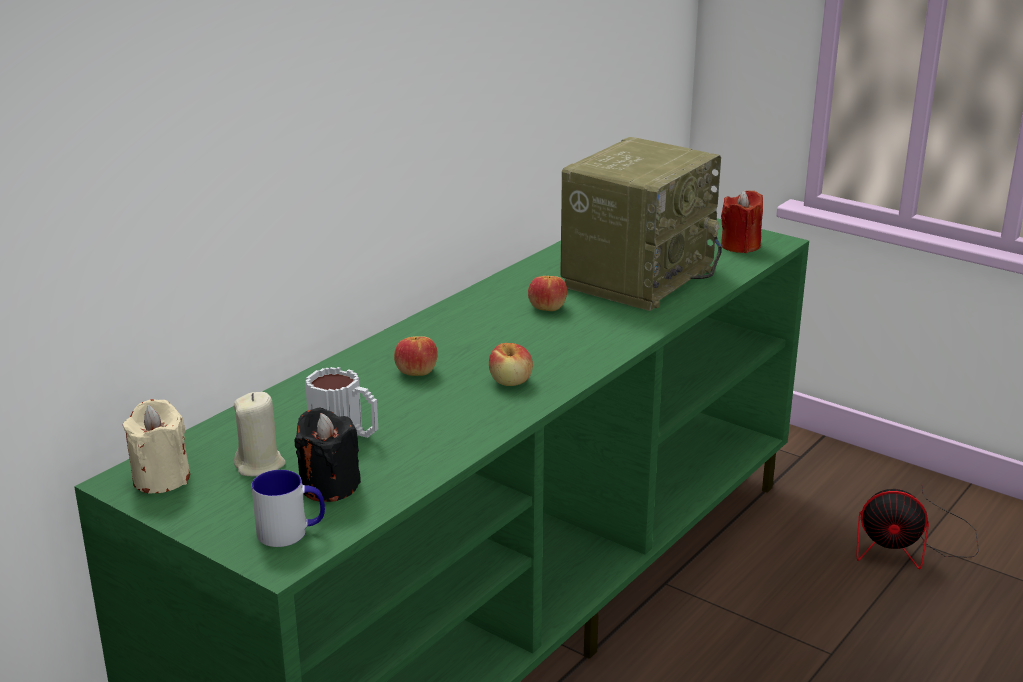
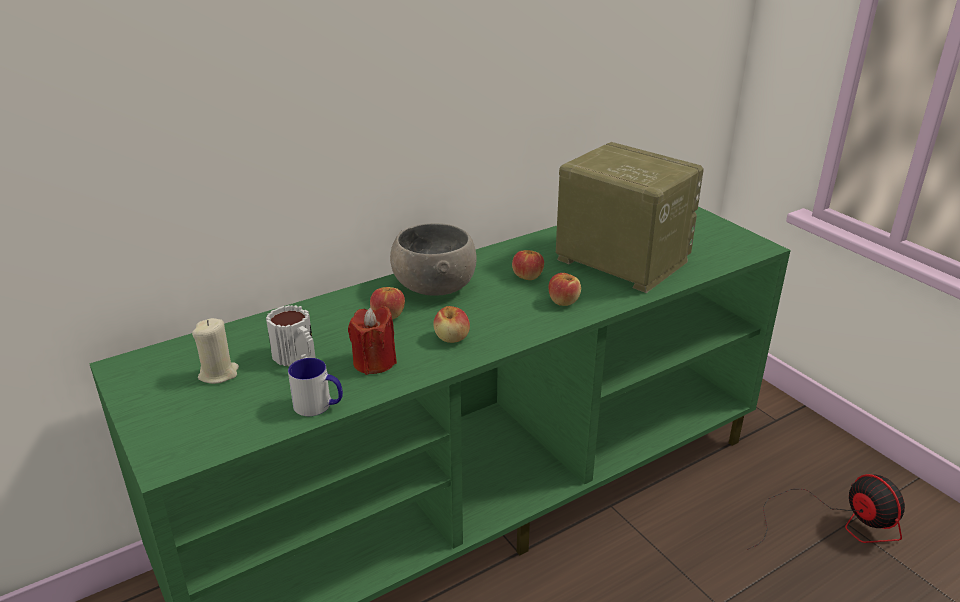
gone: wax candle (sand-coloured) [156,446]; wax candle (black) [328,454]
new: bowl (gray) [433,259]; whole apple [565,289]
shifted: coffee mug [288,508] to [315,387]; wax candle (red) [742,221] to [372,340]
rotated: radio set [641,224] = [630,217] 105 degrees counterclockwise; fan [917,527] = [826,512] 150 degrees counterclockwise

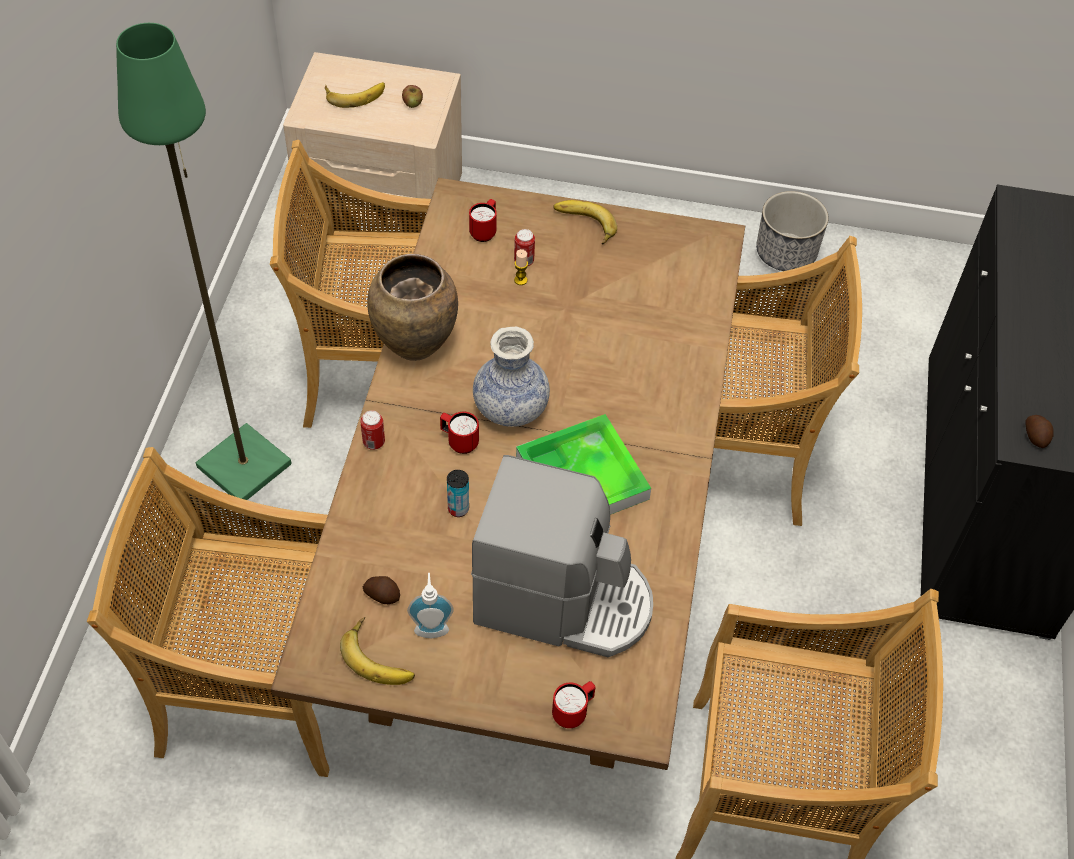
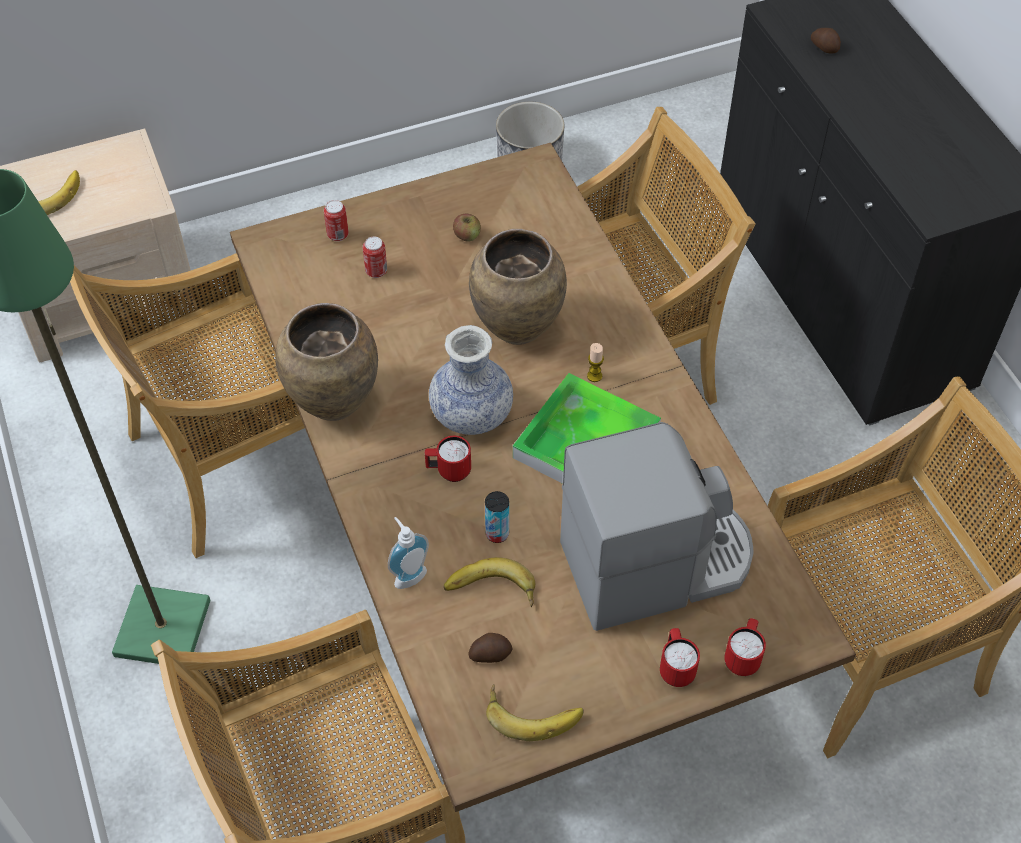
new: decorative vase (brown-coloured) [518,287]
shifted: metal can [372,430] to [336,220]; whole apple [412,96] to [467,227]; soap bottle [430,605] to [408,553]; coffee mug (red) [483,220] to [680,657]; wax candle [521,267] to [595,362]; banana [585,222] to [489,582]; whole potato [1039,431] to [826,40]

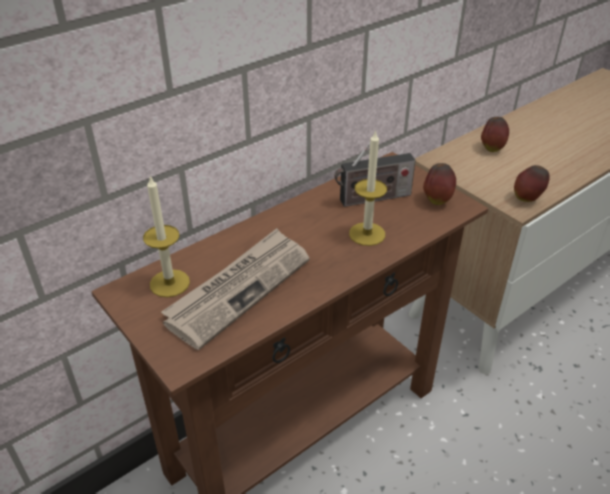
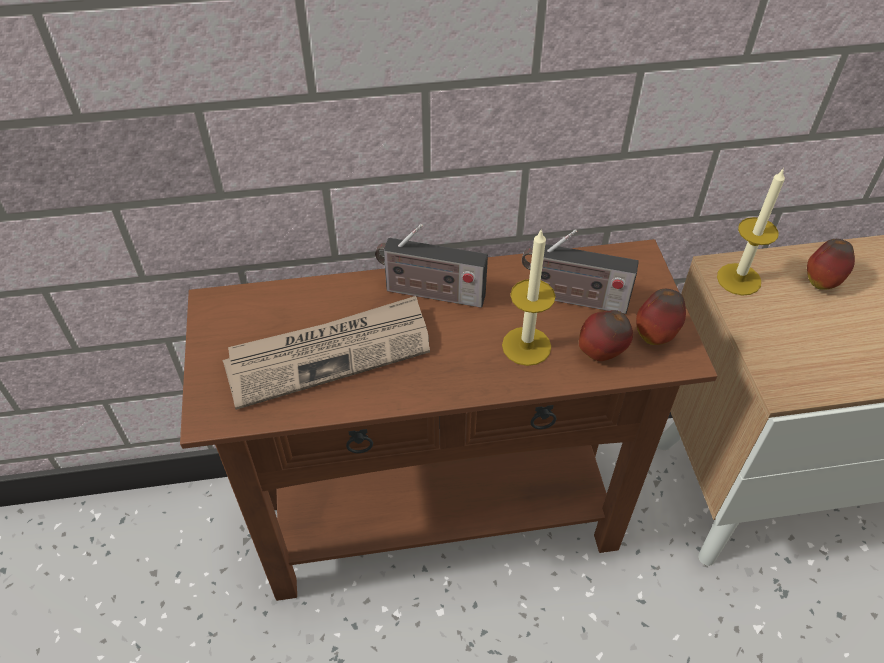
new: radio set [431,266]
shifted: wax candle [166,236] to [751,231]; whole apple [532,183] to [606,335]

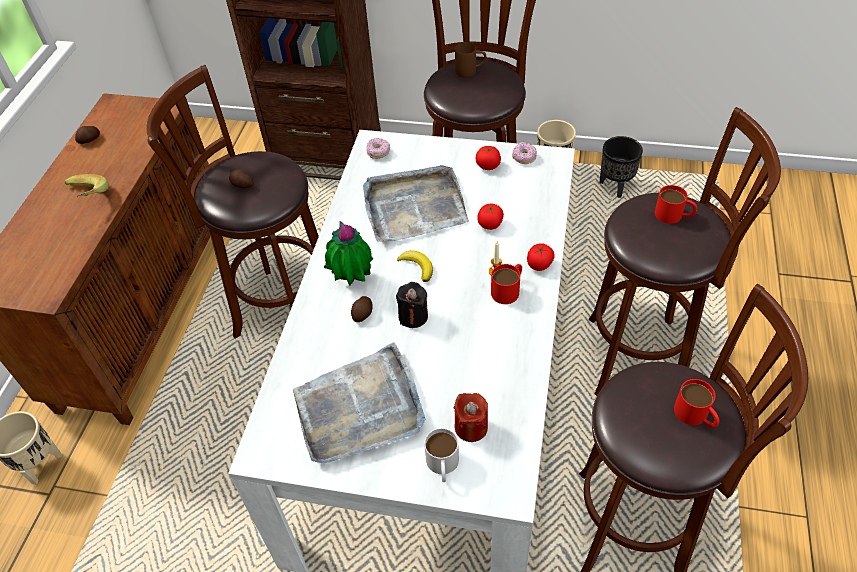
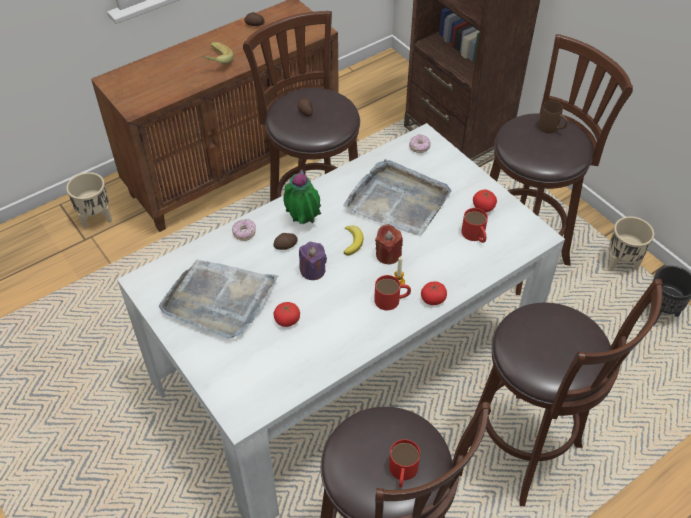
gone: coffee mug (white-coloured) [441,455]
shifted: wax candle (red) [471,417] to [389,244]; whole tomato [490,216] to [286,314]; donut [524,153] to [244,230]; coffee mug (red) [676,204] to [474,225]
repainted: wax candle (black) [412,305] to wax candle (purple) [313,261]

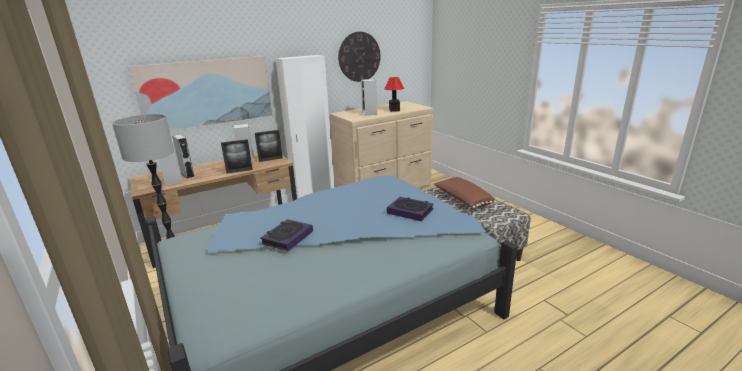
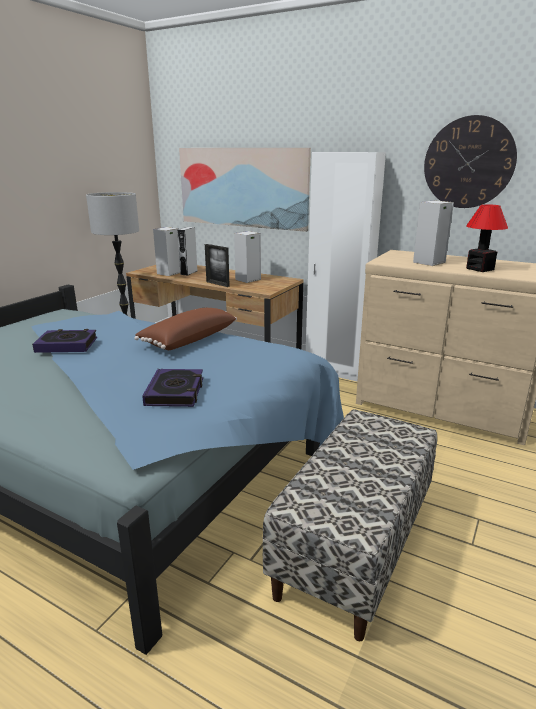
gone: picture frame [269,146]
shifted: pillow (brown-coloured) [465,192] to [185,329]

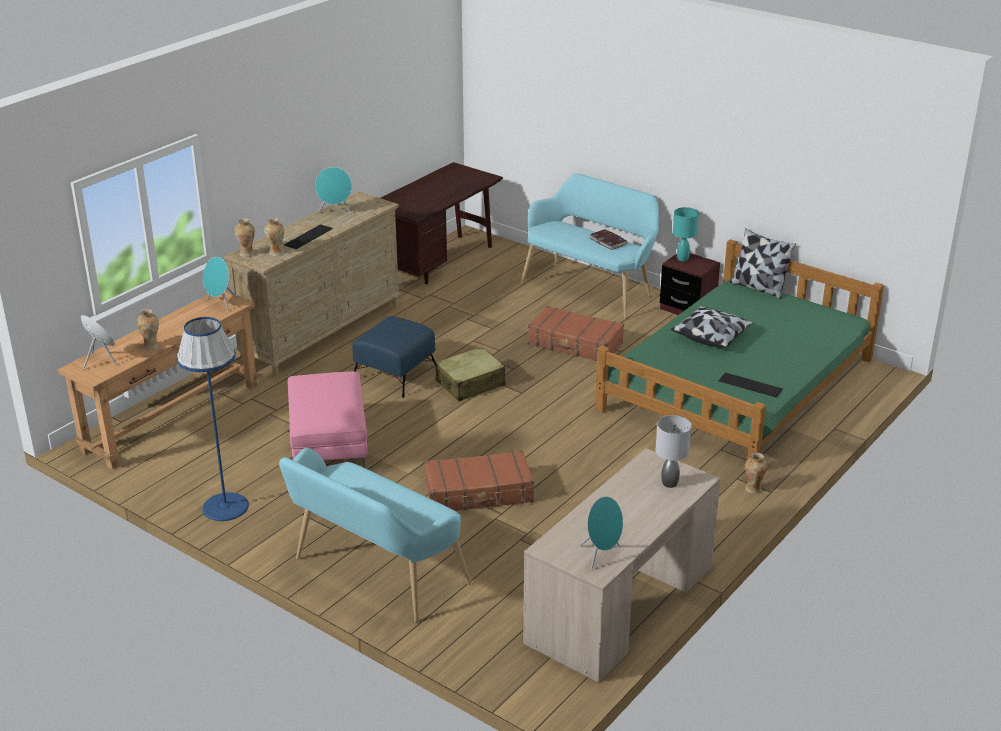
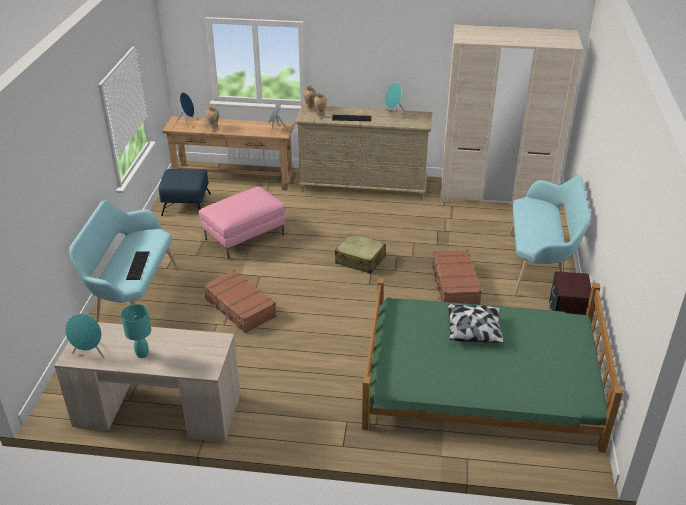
gone: standing lamp (bluish) [213,419]; volume [608,239]; lamp for a table (gray) [673,451]; pillow [763,263]; decorative vase [756,473]
shifted: ottoman (bluish) [394,357] to [185,192]; lamp for a table (turquoise-coloured) [686,234] to [136,331]; computer keyboard [751,385] to [137,265]
swapped: desk unit (brown-coloured) [442,223] to wardrobe (sand-coloured) [511,114]

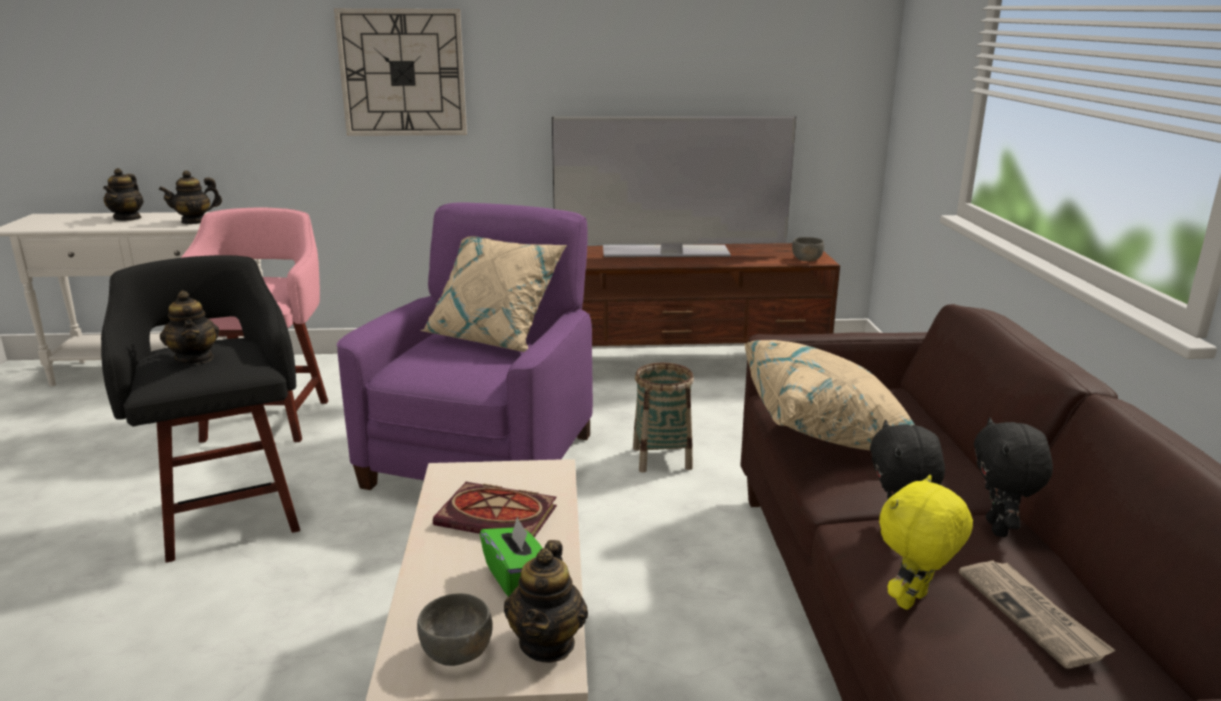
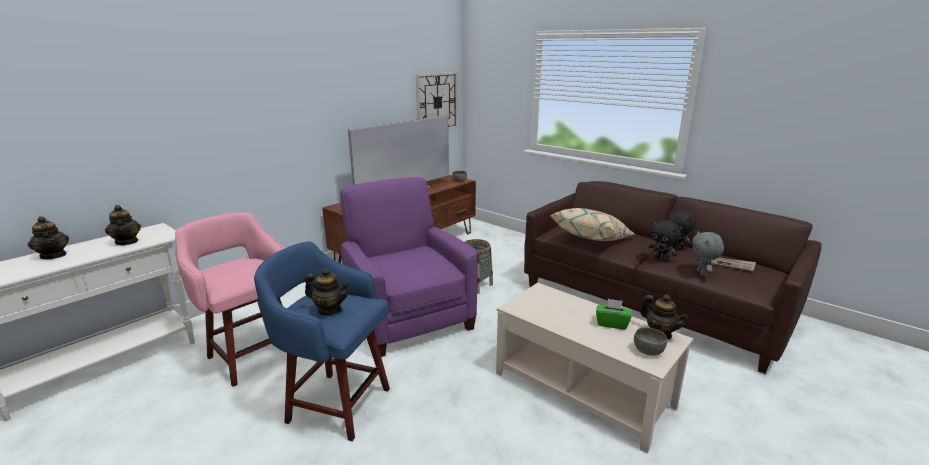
gone: pillow (sand-coloured) [494,294]; volume [495,510]
shifted: wall clock [400,72] to [437,100]
repainted: stool seat (black) [200,409] to stool seat (bluish) [322,341]; soft toy (yellow-coloured) [926,542] to soft toy (gray) [708,254]
rotated: teapot [190,197] = [123,225] 45 degrees counterclockwise

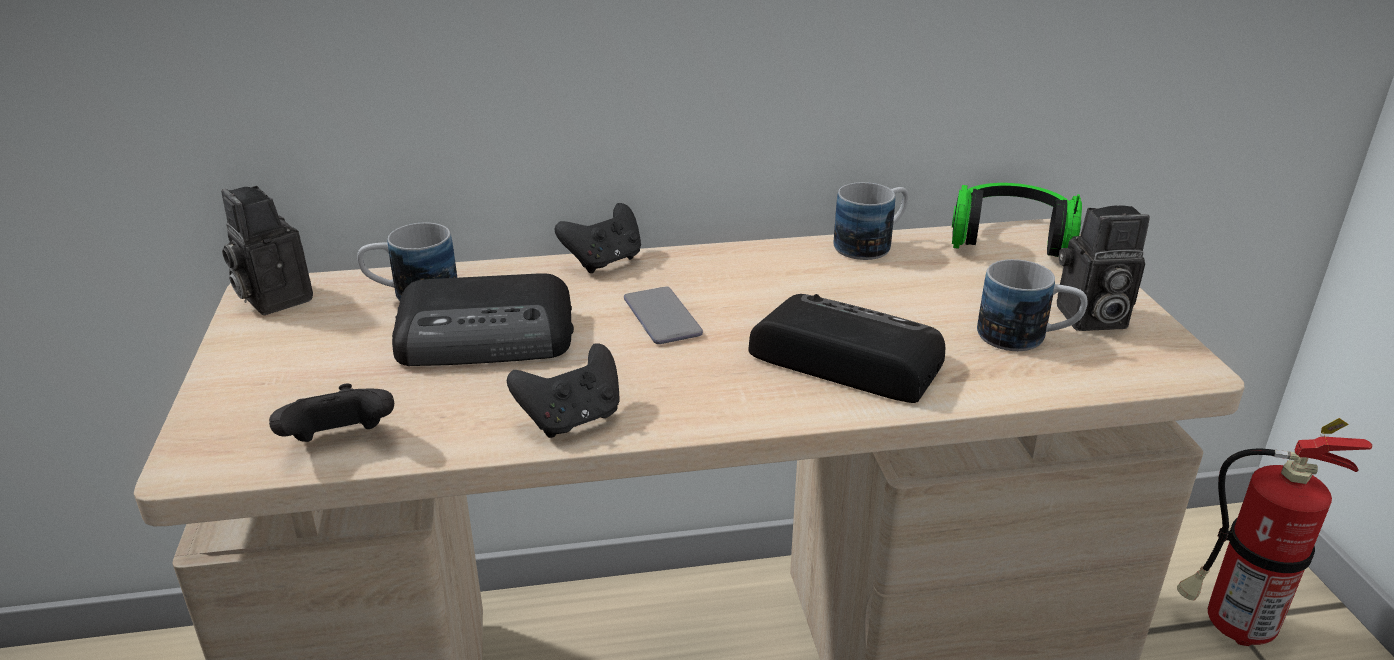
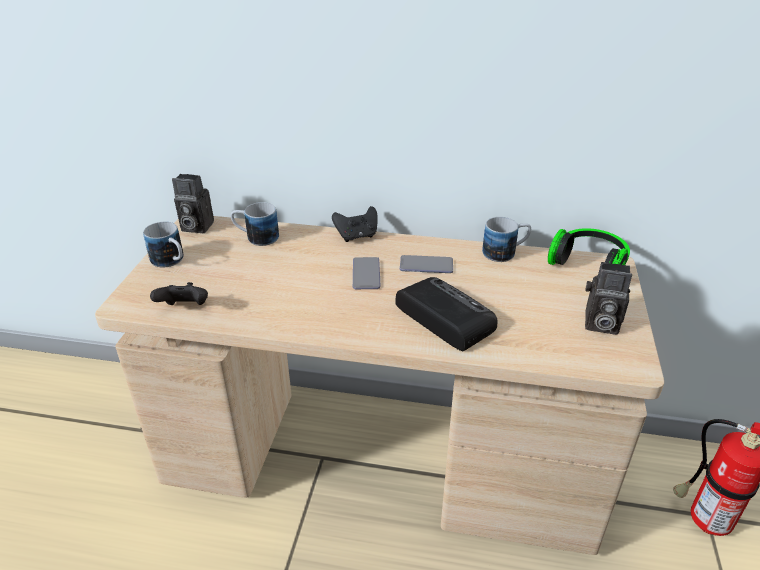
gone: radio set [483,319]; joypad (black) [563,390]
new: handset [426,264]
shifted: coffee mug [1032,305] to [163,245]
rotated: still camera [267,250] = [193,203] 60 degrees counterclockwise

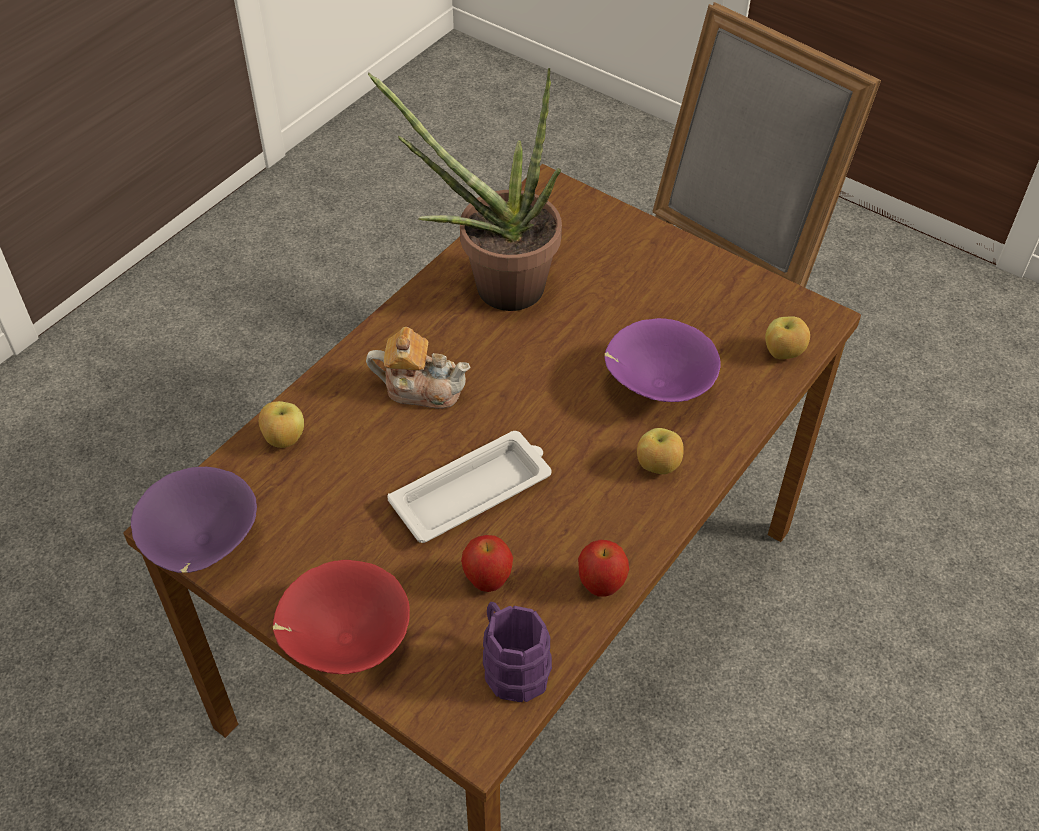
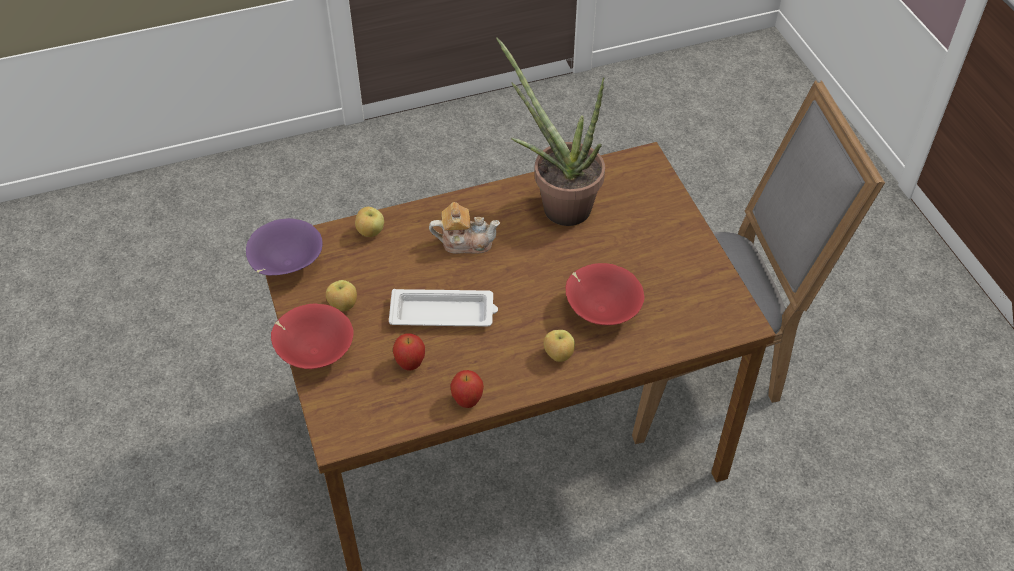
gone: coffee mug (purple) [517,652]
shifted: whole apple [787,337] to [341,295]
repainted: bowl (purple) [662,360] to bowl (red) [605,294]
rotated: teapot [418,368] = [464,228] 45 degrees counterclockwise

